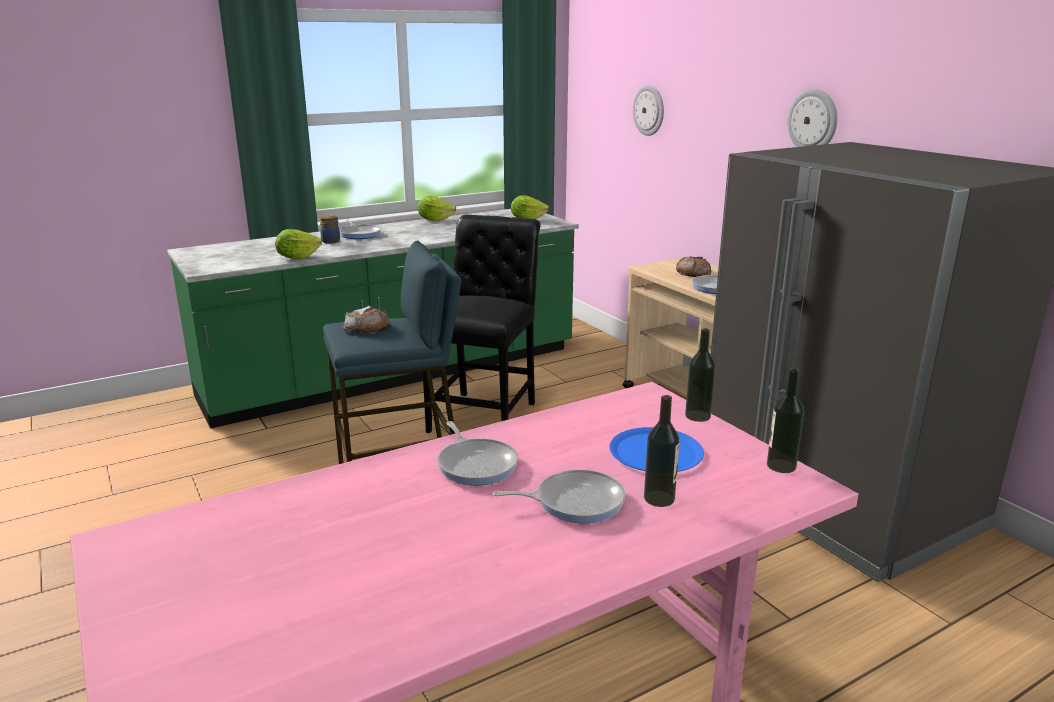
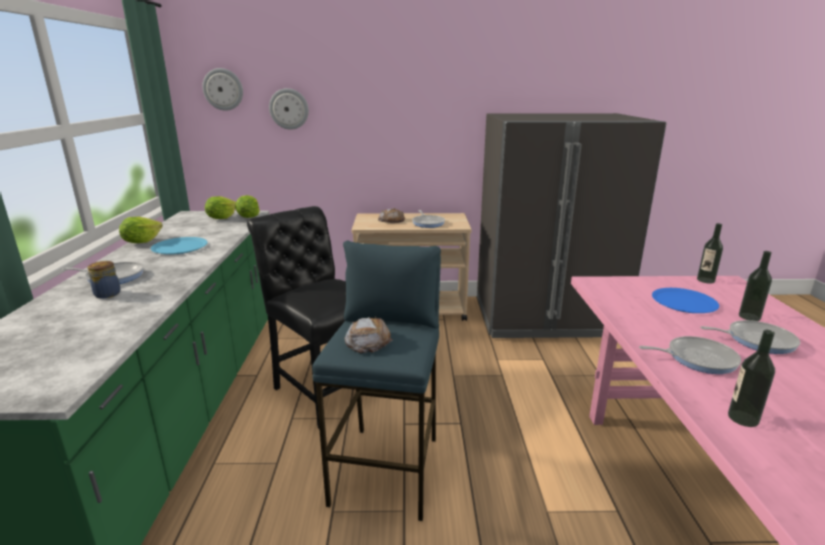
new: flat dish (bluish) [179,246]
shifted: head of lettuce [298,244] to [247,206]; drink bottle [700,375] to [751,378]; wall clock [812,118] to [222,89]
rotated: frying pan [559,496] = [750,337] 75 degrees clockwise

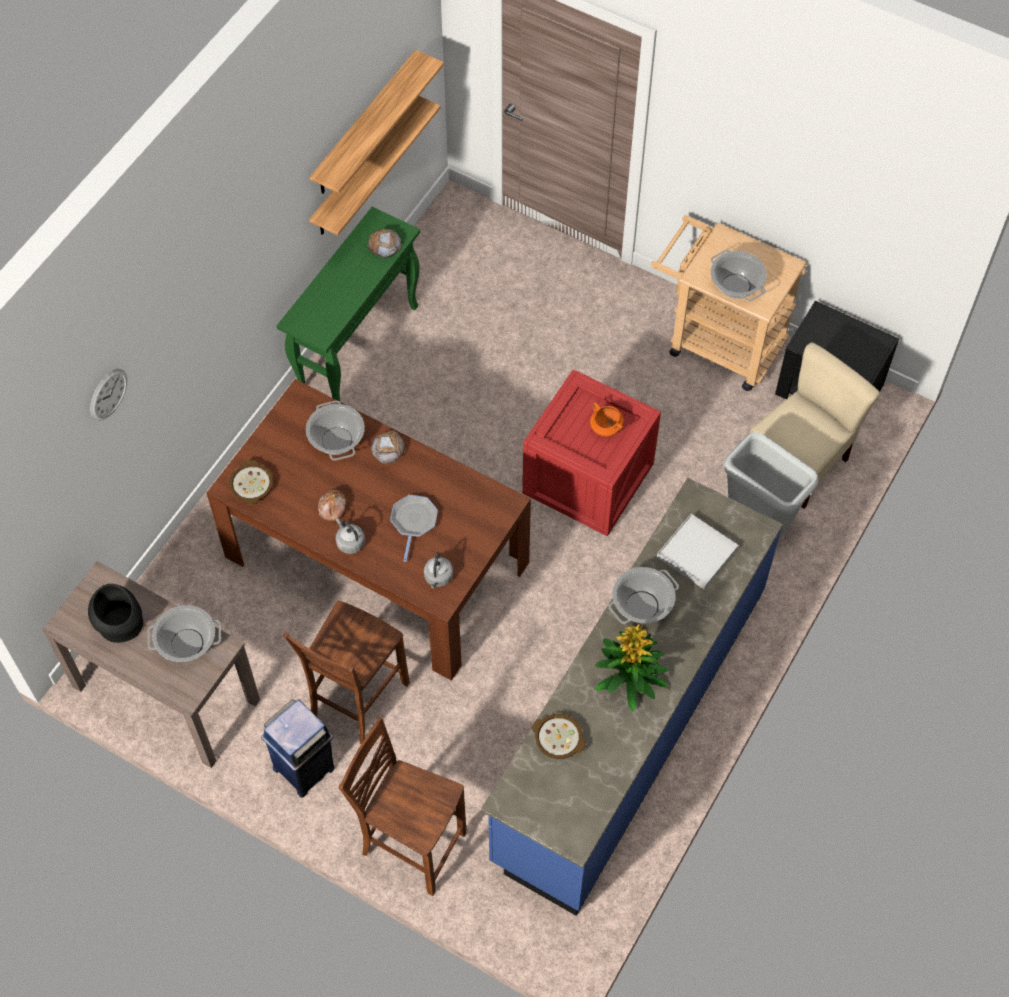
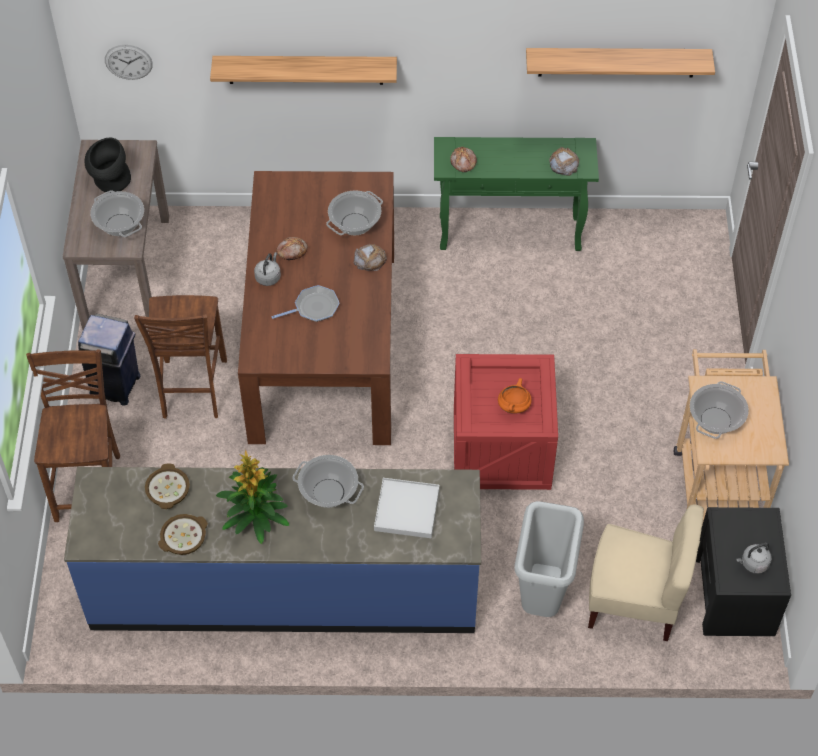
new: bakery bread [463,159]
shifted: wall clock [108,395] to [128,62]; bowl [251,482] to [183,534]; wall shelf [375,165] to [303,70]; kettle (gray) [438,570] to [754,558]
rotated: chair (brown-coloured) [346,672] = [180,357] 90 degrees counterclockwise

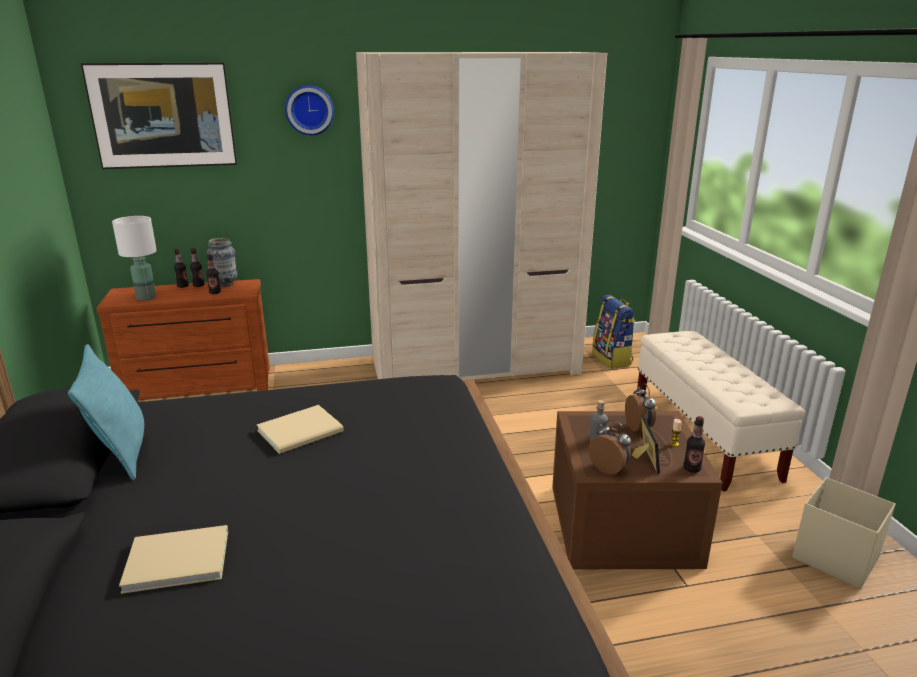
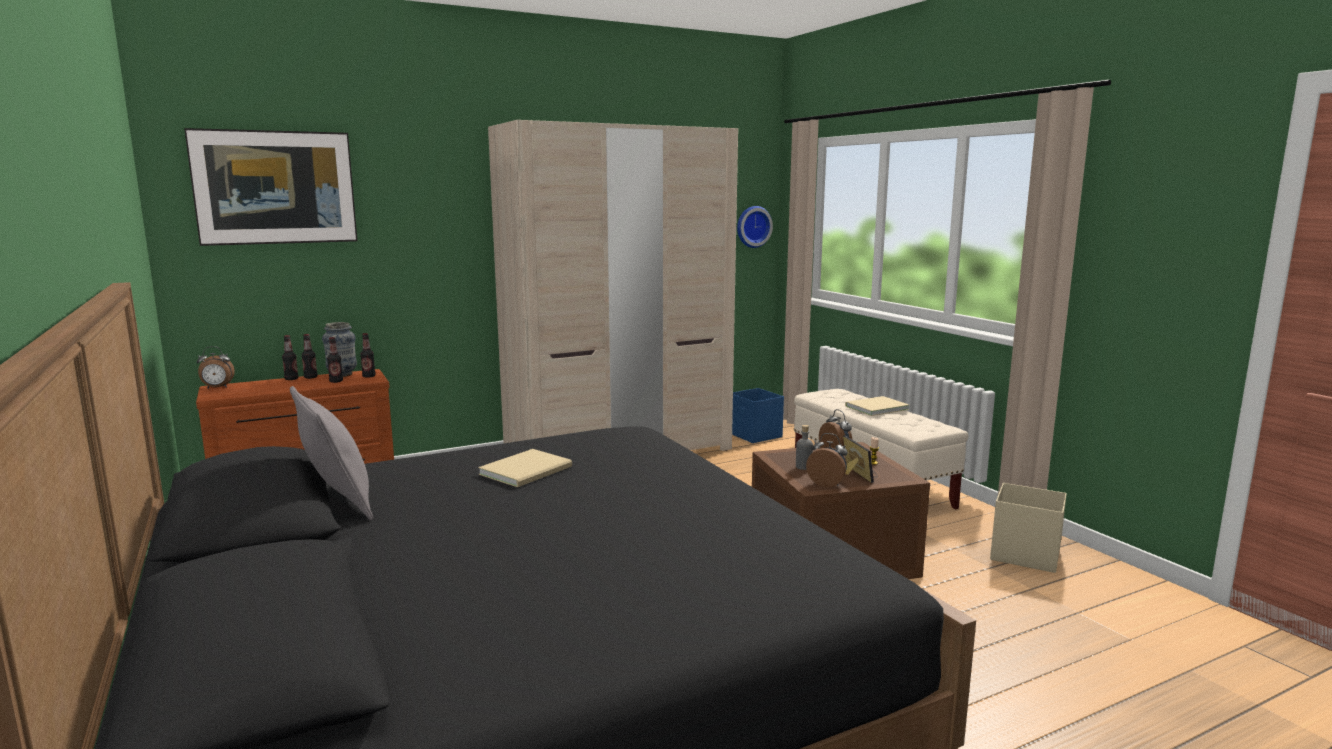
gone: lamp for a table (white-coloured) [134,258]
new: alarm clock [216,367]
shifted: volume (sand-coloured) [173,559] to [877,406]; wall clock [309,110] to [755,227]; drink bottle [694,444] to [368,355]
swapped: rucksack [614,332] to storage box (bluish) [758,415]
repainted: pillow (turquoise-coloured) [106,412] to pillow (gray) [332,453]

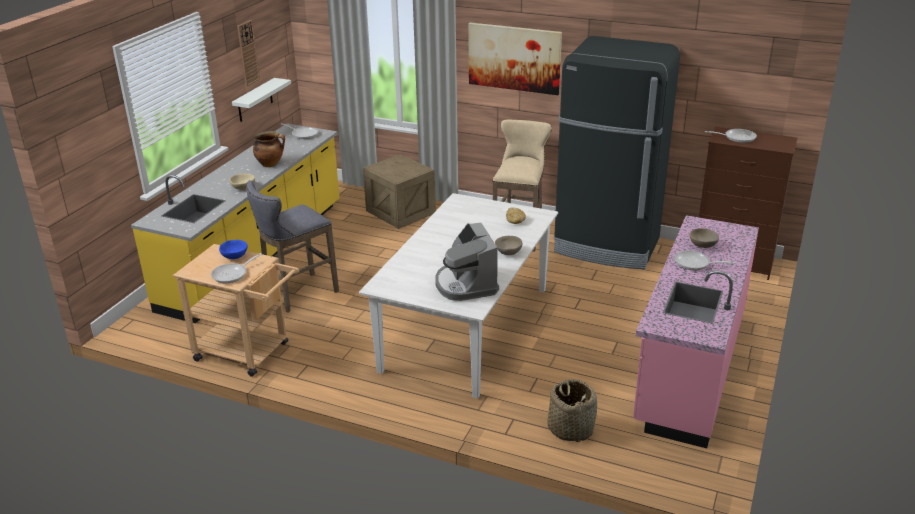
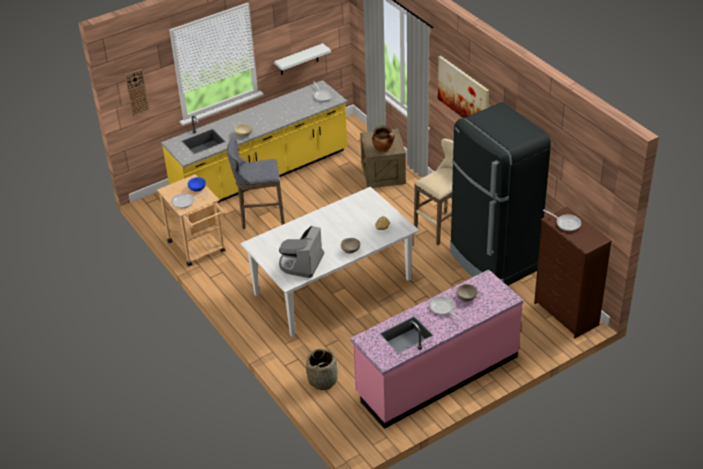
shifted: wall clock [248,53] to [137,93]; stockpot [269,149] to [383,139]

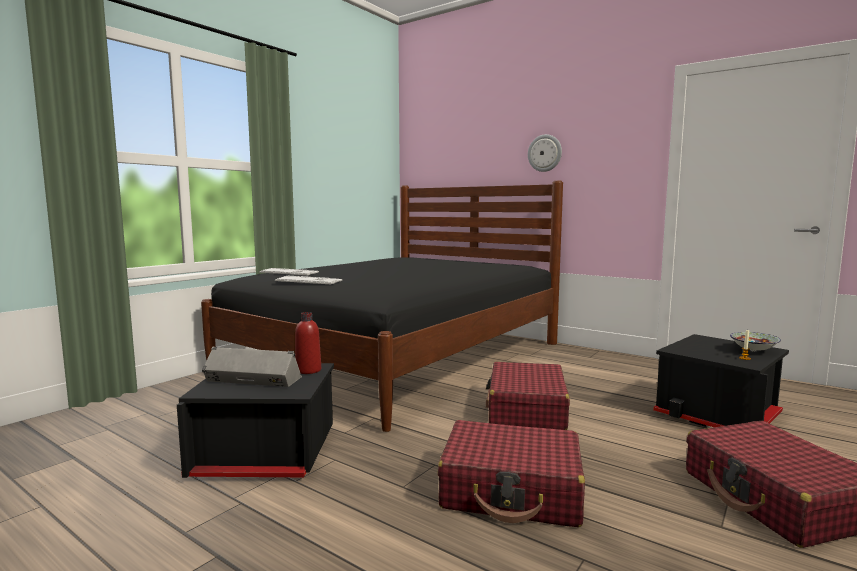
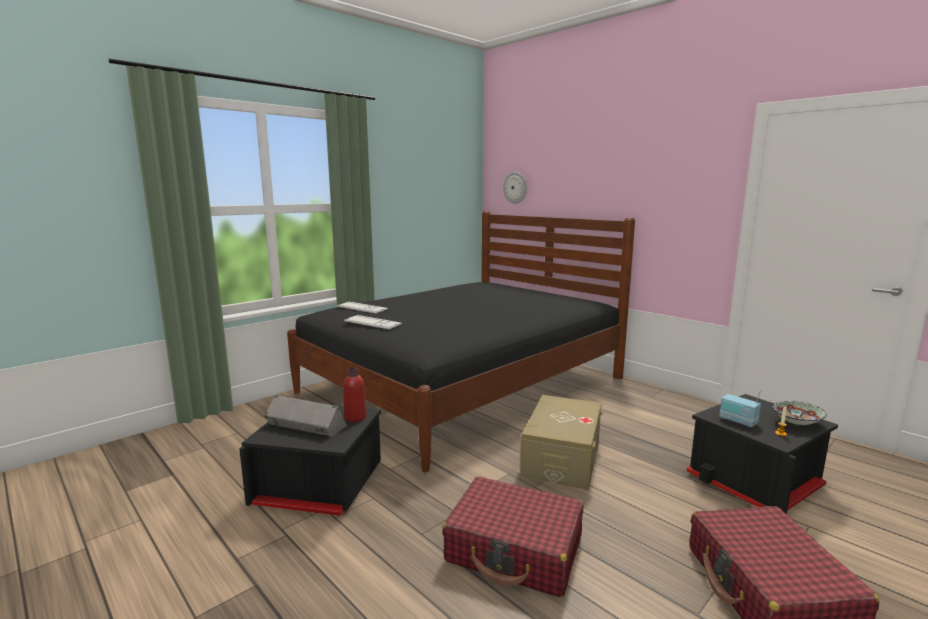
new: radio set [740,408]
shifted: wall clock [545,153] to [515,188]
swapped: piece of luggage (red) [528,396] to storage box (sand-coloured) [561,442]

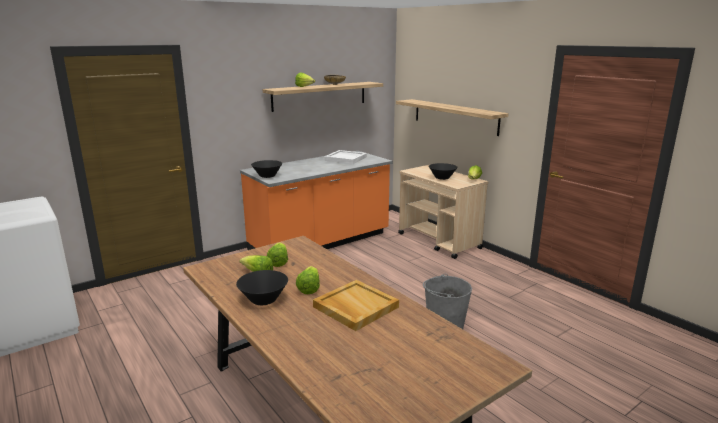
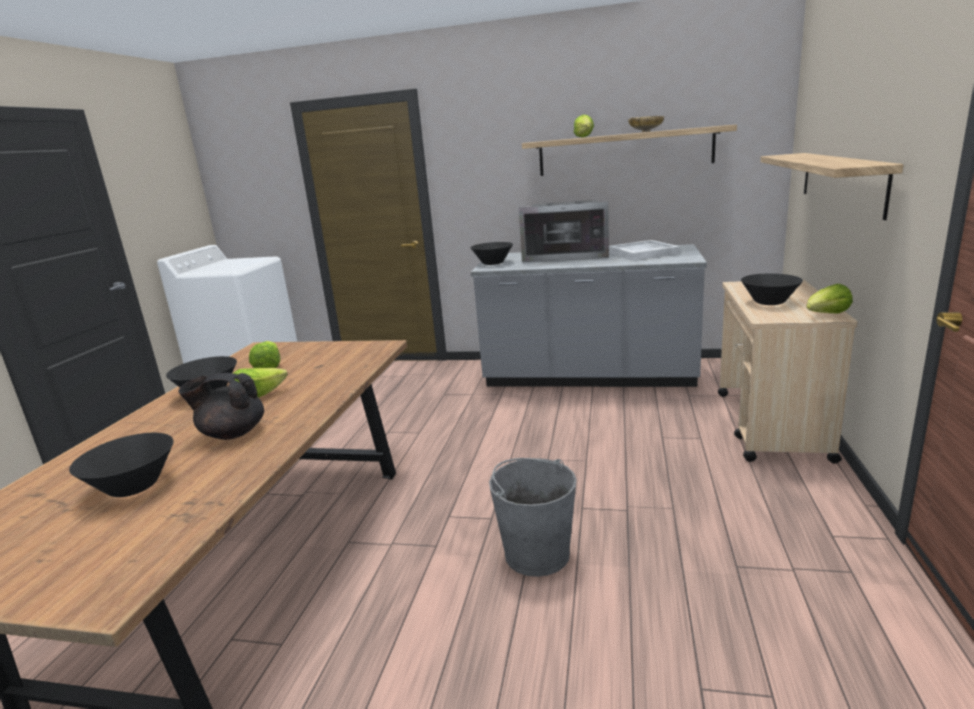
gone: head of lettuce [277,254]
new: bowl (black) [121,465]; microwave oven [564,231]
swapped: carrying tray (sand-coloured) [356,305] to teapot (black) [221,406]
repainted: counter (orange) [316,200] to counter (gray) [589,315]

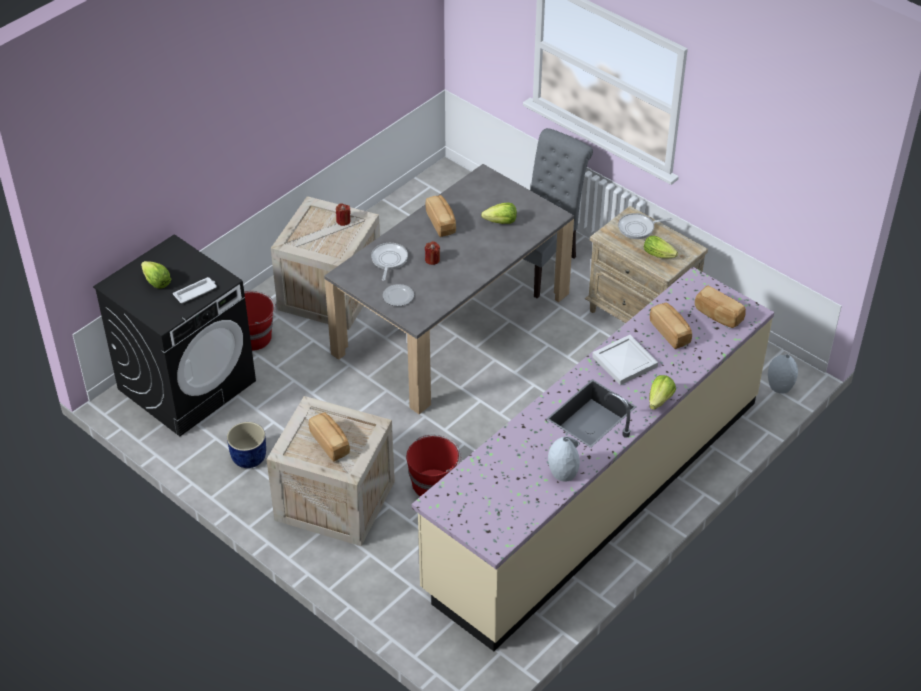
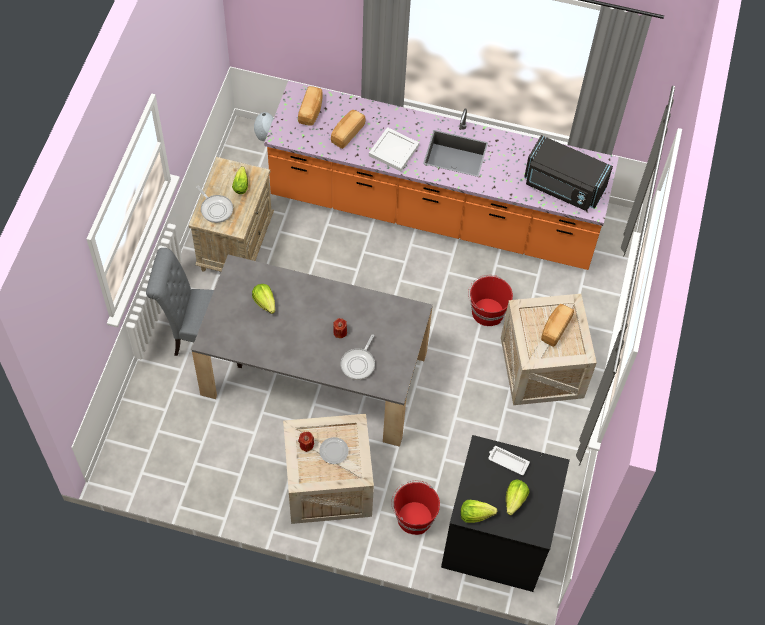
gone: flower pot (bluish) [246,445]; bakery bread [440,216]; decorative vase (gray) [564,458]
new: microwave oven (black) [568,173]
shifted: flat dish [398,295] to [334,450]; head of lettuce [662,392] to [479,511]
repainted: counter (sand-coloured) [593,459] to counter (orange) [441,175]
rotated: frying pan [389,262] = [357,357] 45 degrees counterclockwise

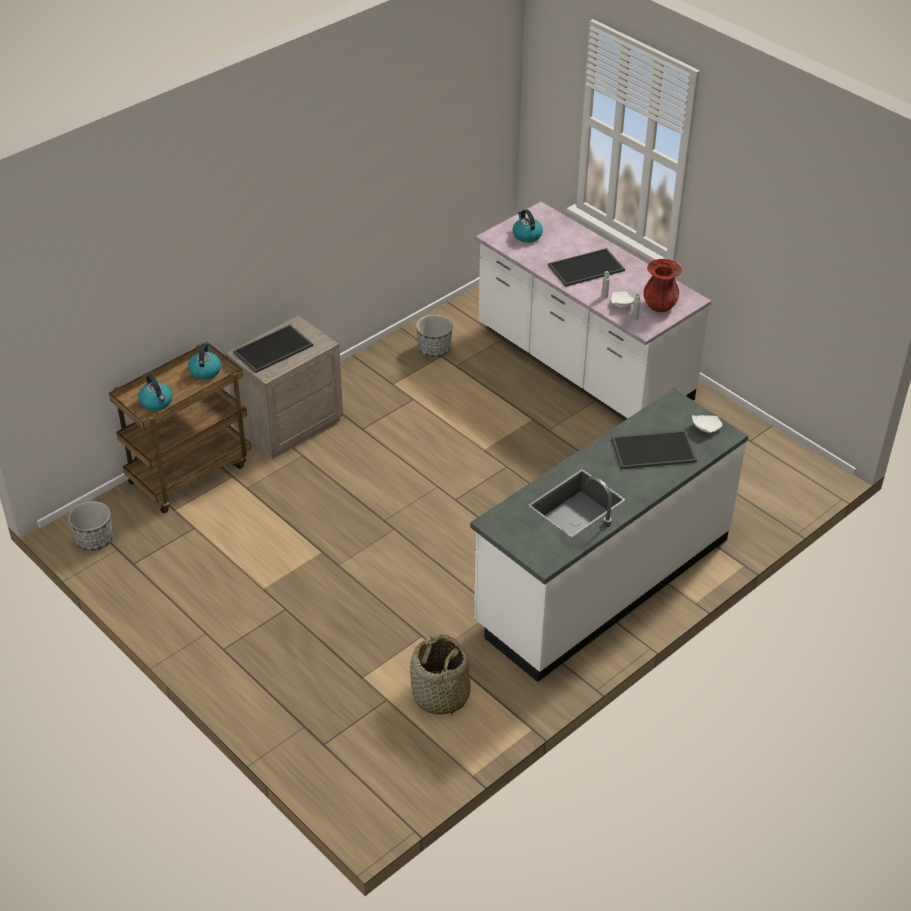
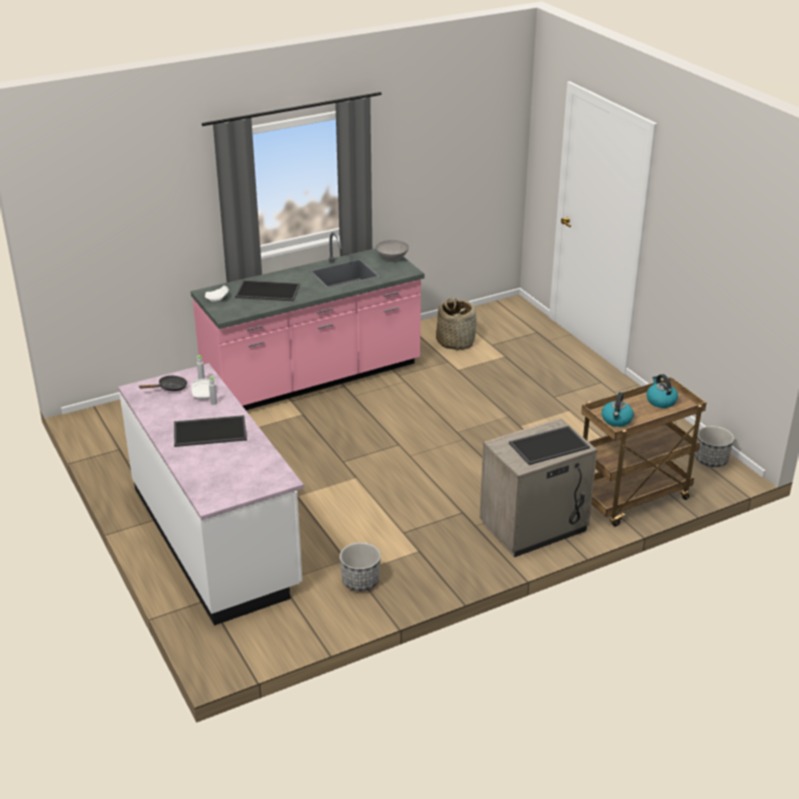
gone: kettle [528,226]
new: bowl (gray) [392,250]
swapped: decorative vase (red) [663,285] to frying pan (black) [163,383]
repainted: counter (white-coloured) [609,535] to counter (pink) [307,321]

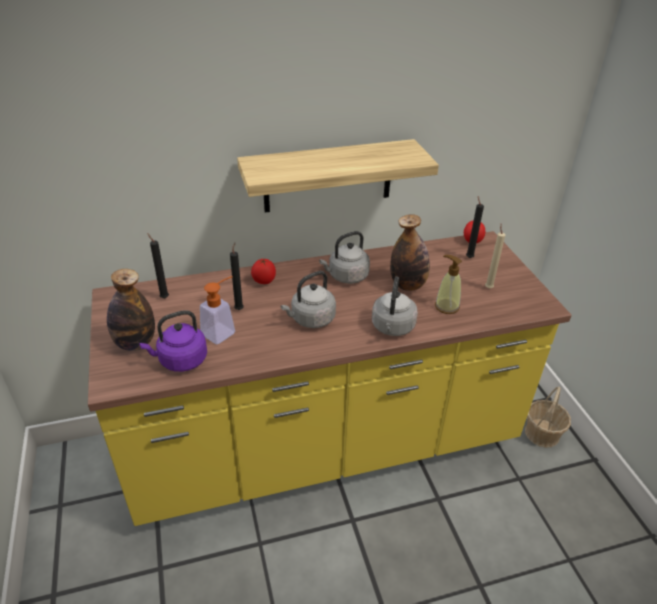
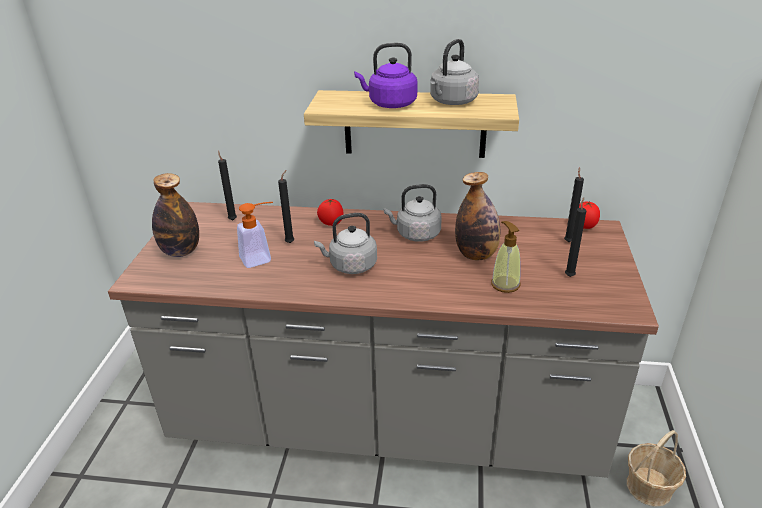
shifted: kettle (purple) [173,341] to [385,75]; kettle (gray) [395,306] to [454,72]
repainted: counter (yellow-coloured) [330,378] to counter (gray) [383,340]; wax candle (sand-coloured) [495,256] to wax candle (black) [575,237]

